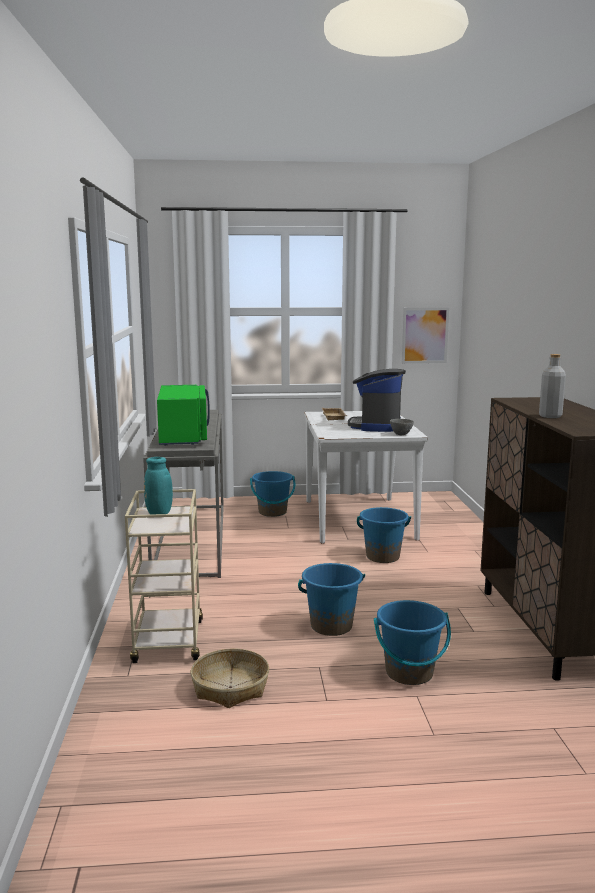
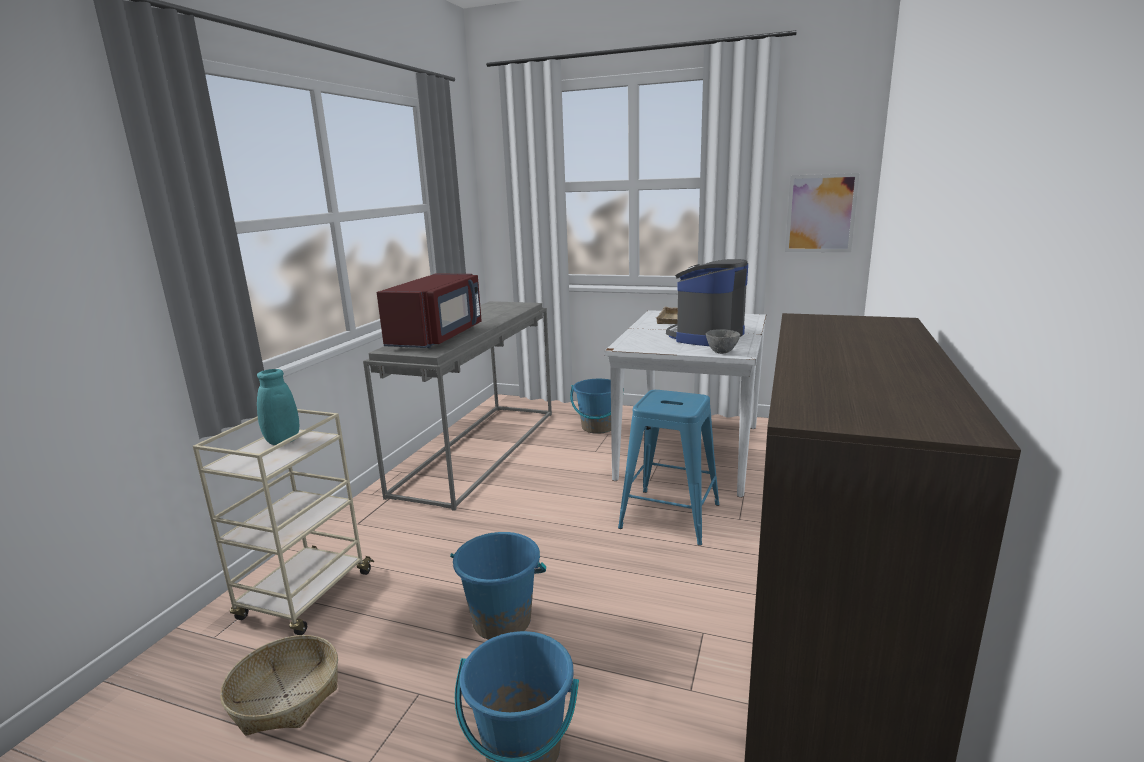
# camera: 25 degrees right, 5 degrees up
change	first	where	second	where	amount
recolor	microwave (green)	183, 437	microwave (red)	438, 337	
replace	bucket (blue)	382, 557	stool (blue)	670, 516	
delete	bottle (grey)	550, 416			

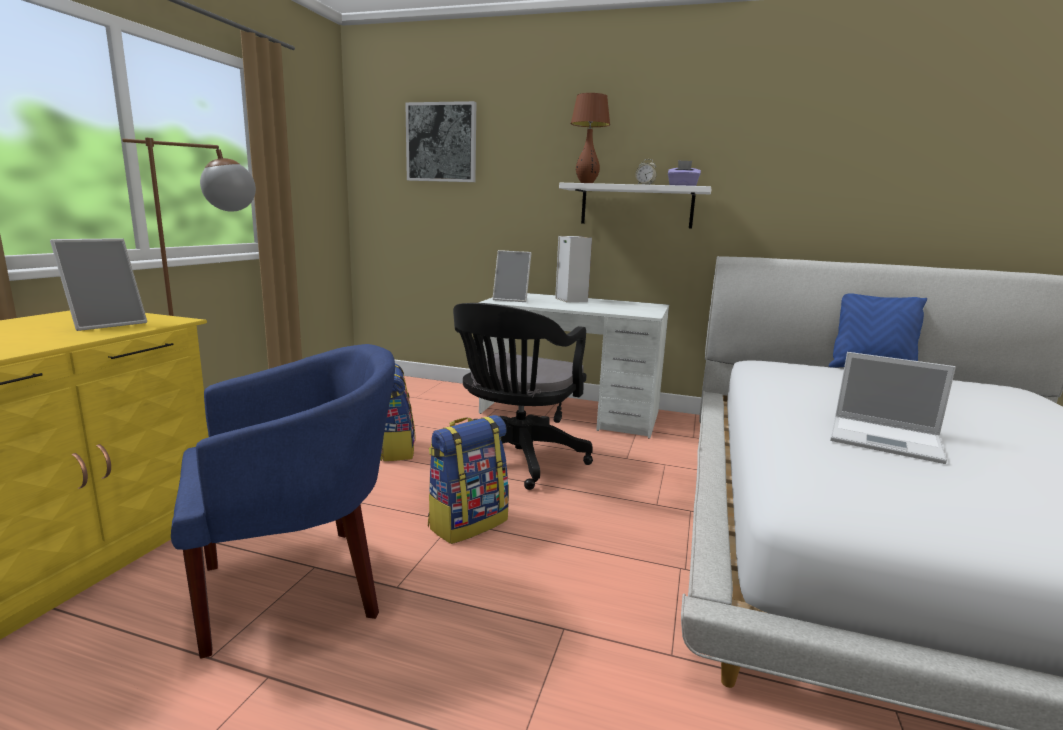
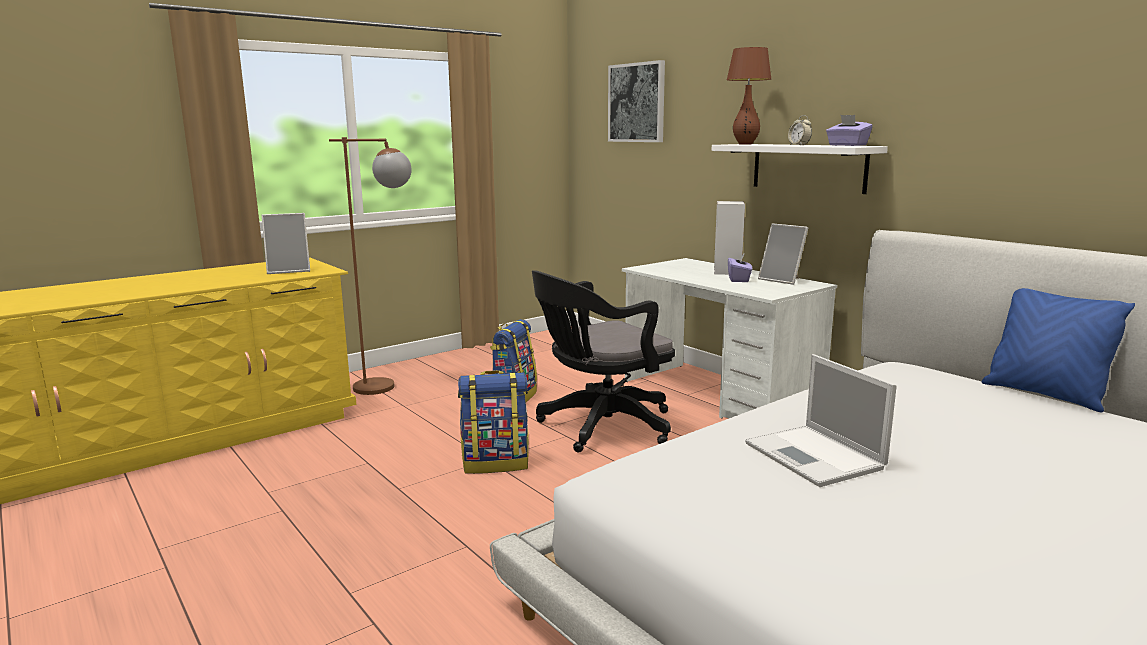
# camera: 35 degrees right, 0 degrees up
change	first	where	second	where	amount
delete	armchair (blue)	298, 585			
move	picture frame	512, 299		782, 280	
insert			tissue box (purple)	739, 279	

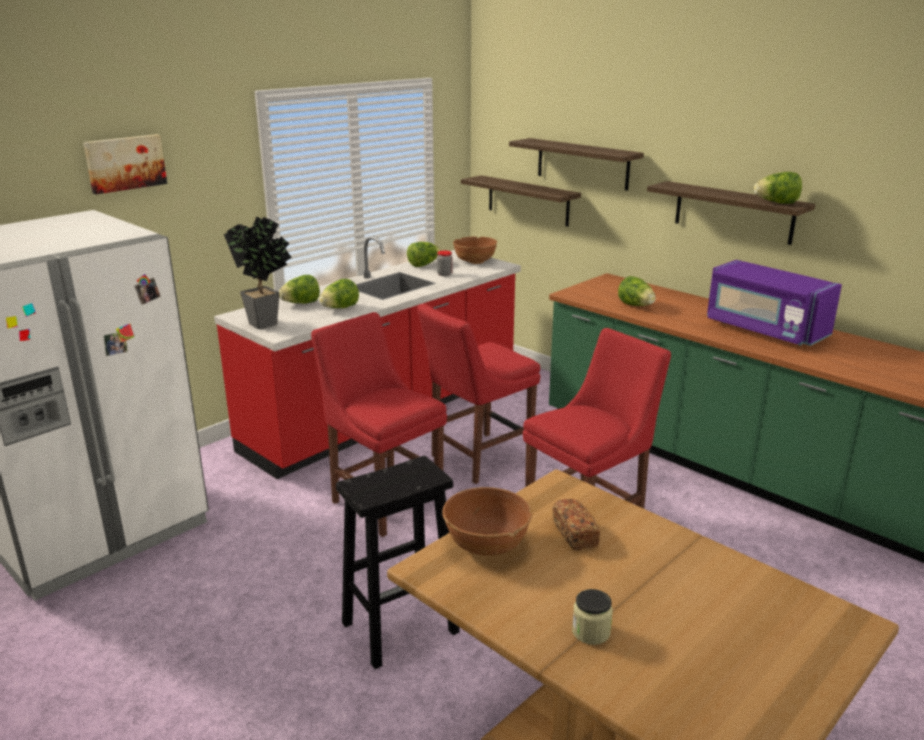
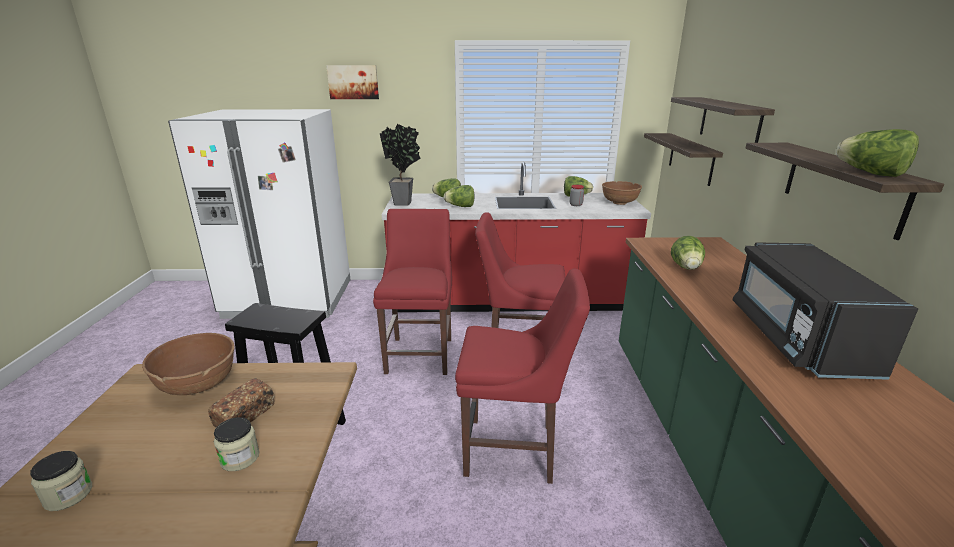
# camera: 45 degrees right, 0 degrees up
change	first	where	second	where	amount
recolor	microwave (purple)	764, 329	microwave (black)	797, 338	
insert			jar	240, 458	

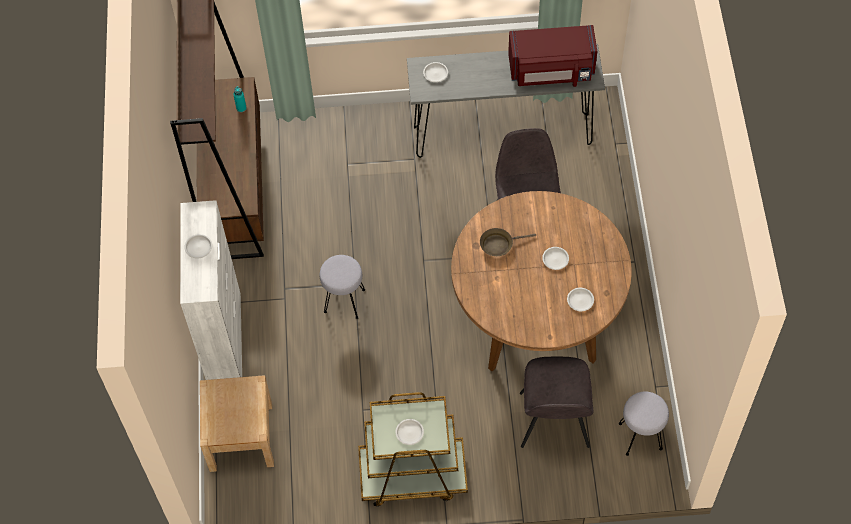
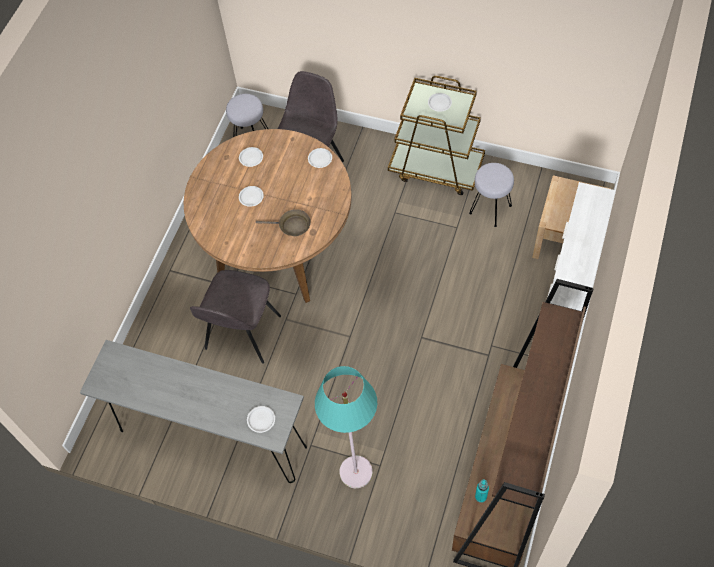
# camera: 155 degrees left, 0 degrees up
change	first	where	second	where	amount
move	plate (white)	199, 247		320, 159	
move	stool (grey)	344, 301		490, 209	
delete	microwave (red)	551, 71			
insert			floor lamp (turquoise)	355, 472	

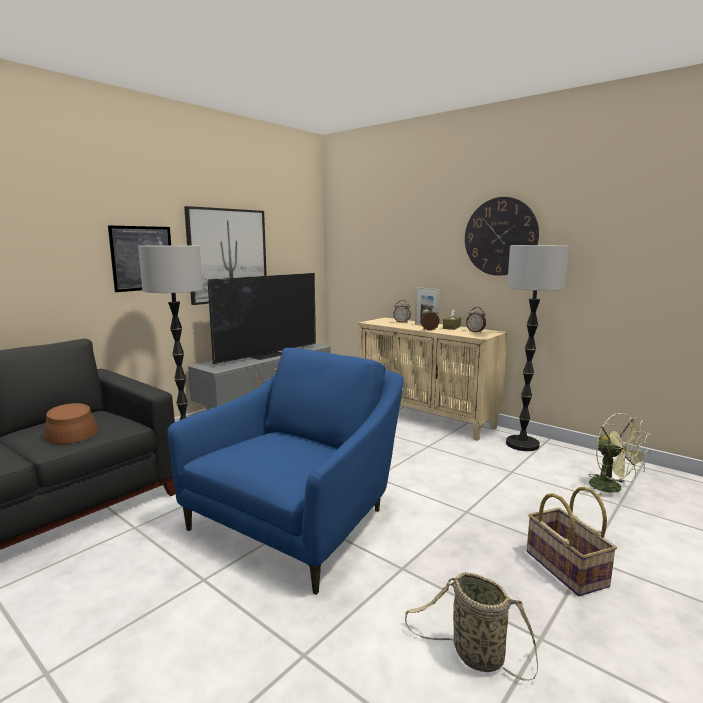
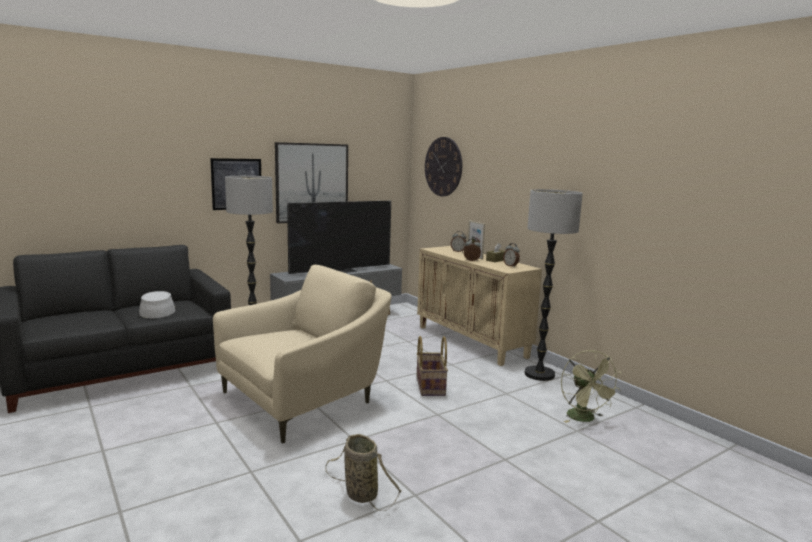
# camera: 15 degrees right, 0 degrees up
change	first	where	second	where	amount
recolor	hat (brown)	70, 431	hat (grey)	157, 310	
recolor	armchair (blue)	299, 520	armchair (beige)	304, 399	
move	wall clock	500, 236		443, 166	
move	basket	564, 568		429, 386	

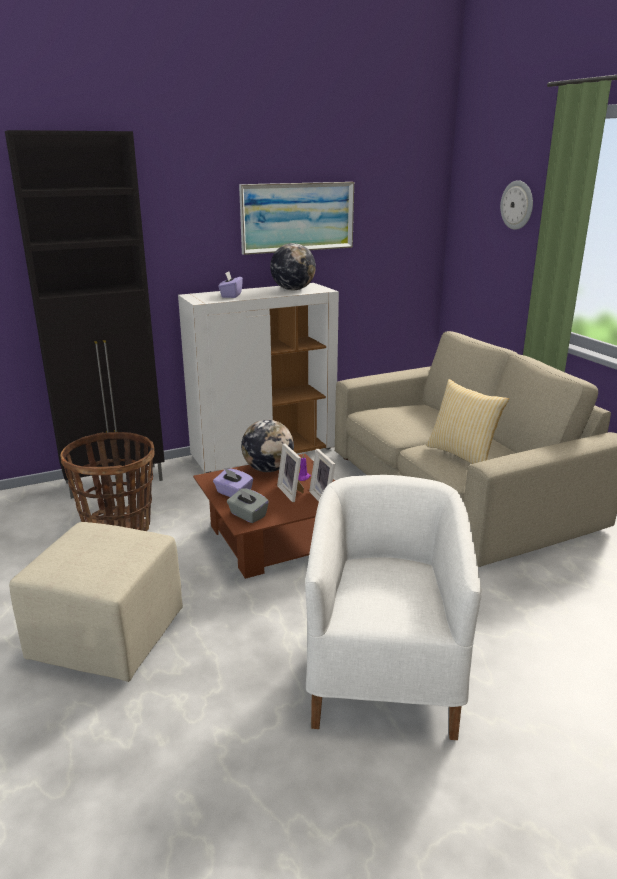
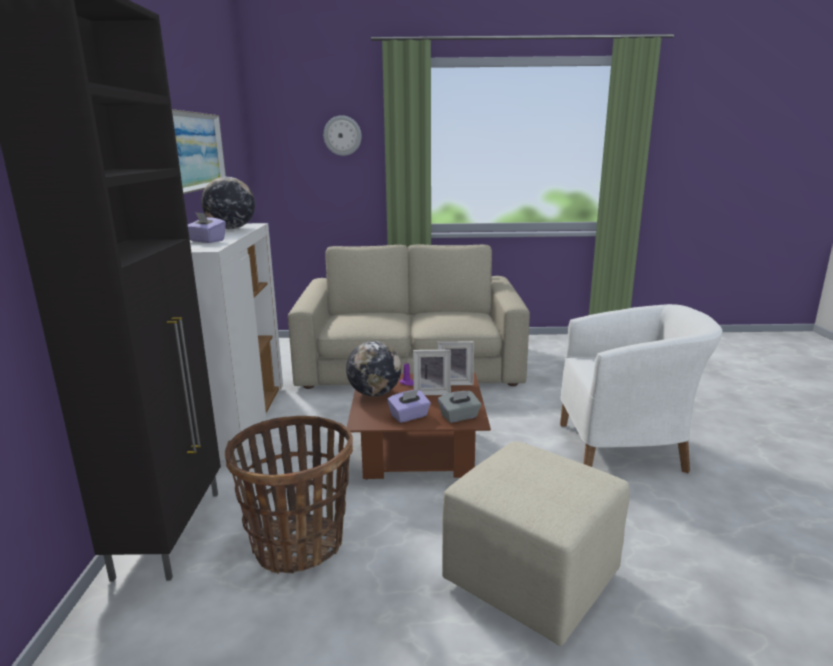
# camera: 65 degrees left, 5 degrees down
change	first	where	second	where	amount
rotate	armchair (white)	384, 675		626, 447	150 degrees clockwise
delete	pillow	463, 455			

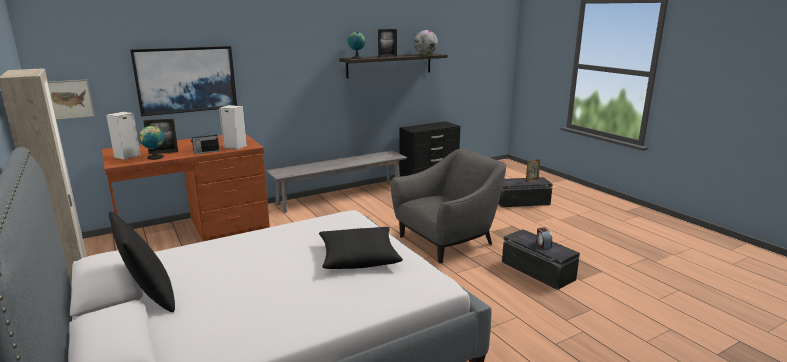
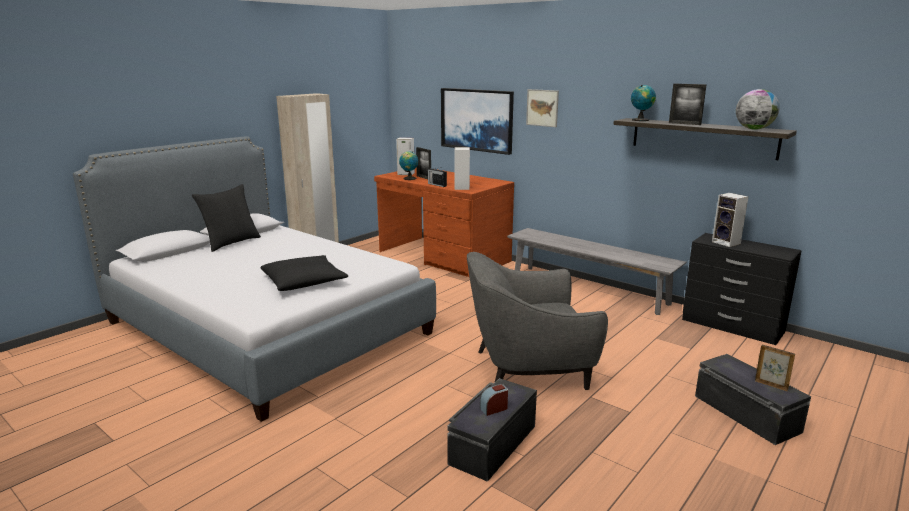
# camera: 70 degrees right, 0 degrees up
change	first	where	second	where	amount
move	picture	69, 99		542, 108	
rotate	armchair (grey)	447, 240		528, 368	135 degrees clockwise
insert			speaker	727, 243	

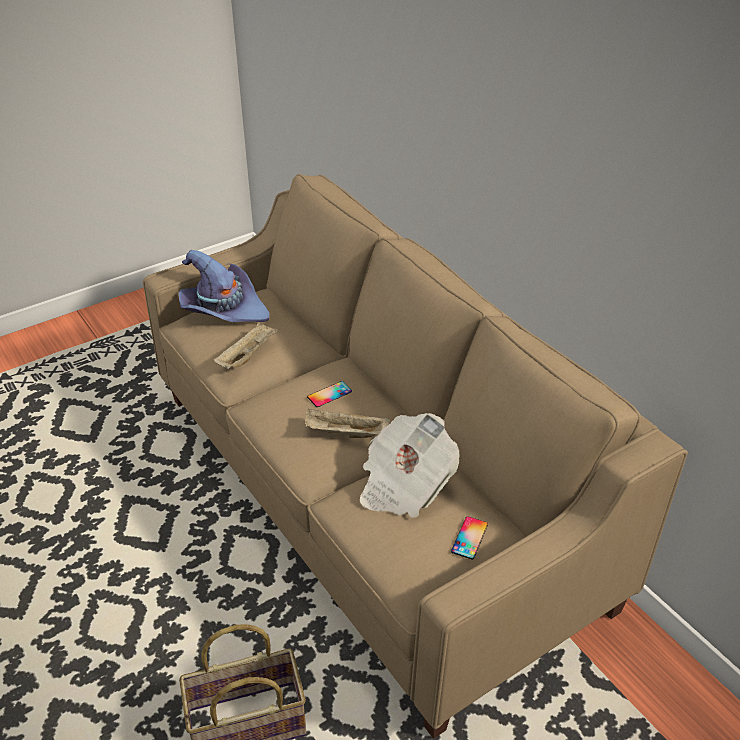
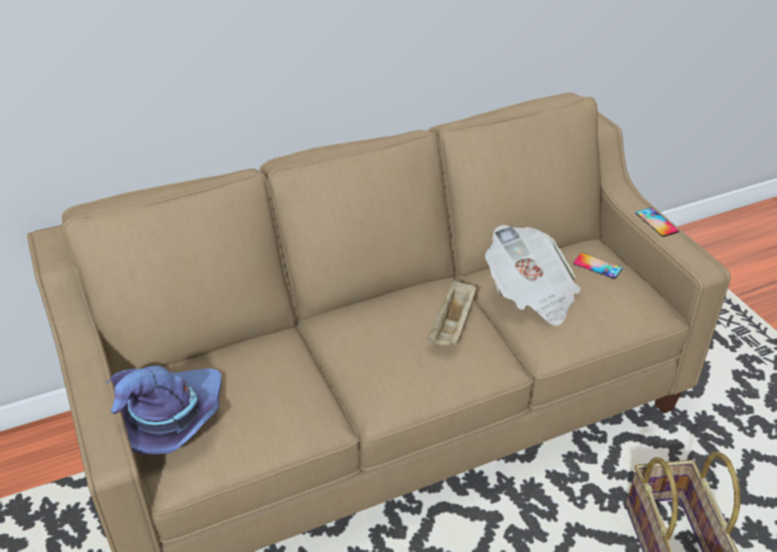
# camera: 80 degrees left, 0 degrees up
change	first	where	second	where	amount
delete	tray (beige)	247, 355			
move	phone	329, 394		656, 222	

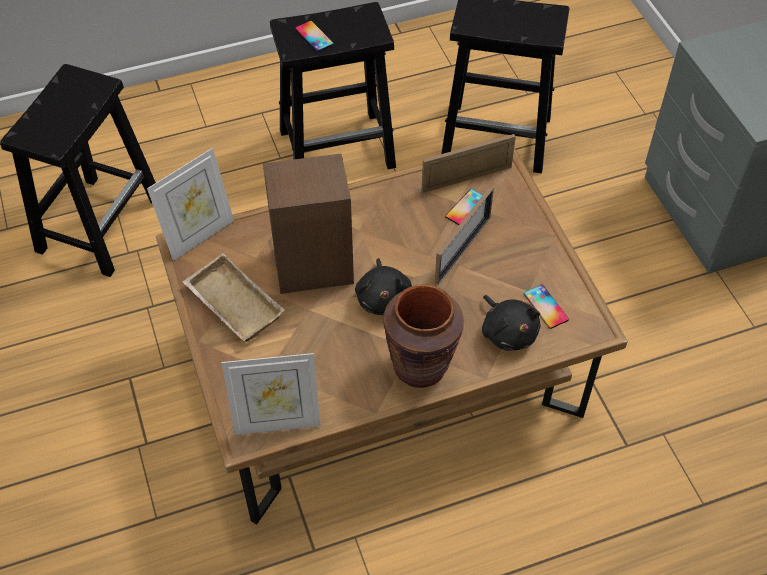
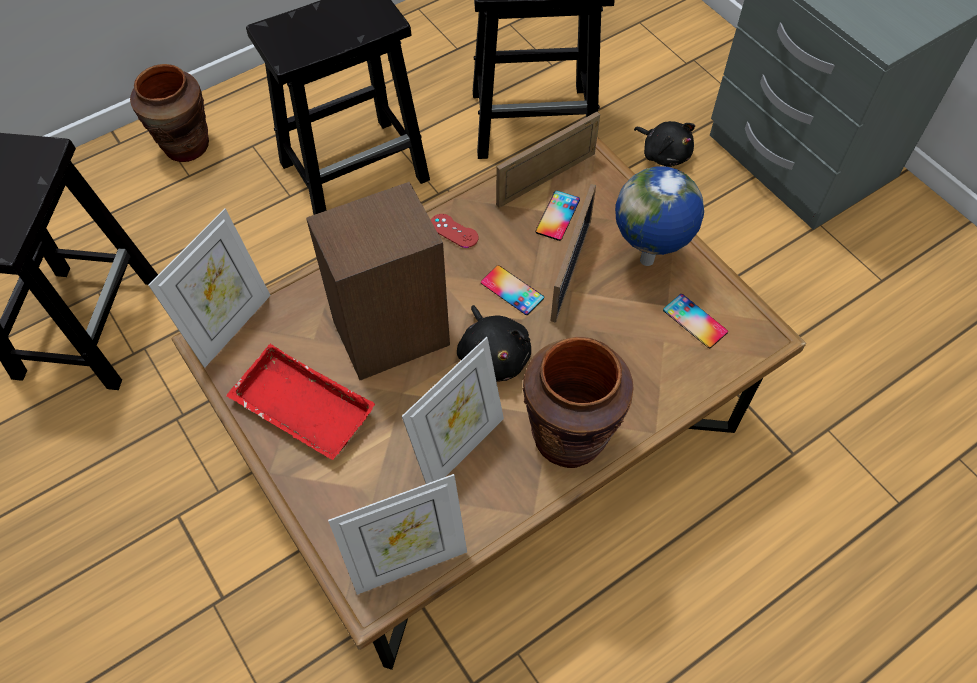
# camera: 15 degrees left, 5 degrees up
change	first	where	second	where	amount
recolor	tray (beige)	231, 304	tray (red)	299, 410	
move	phone	314, 36		512, 290	
move	plush toy (black)	508, 332		664, 153	
insert			vase (brown)	186, 146	
insert			picture frame	458, 447	
insert			game controller (red)	454, 231	
insert			globe	648, 262	

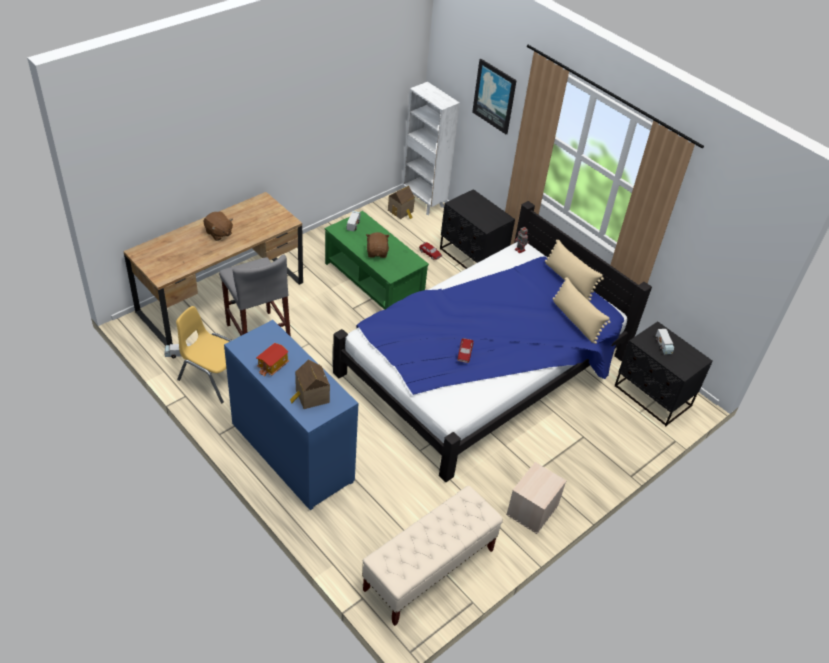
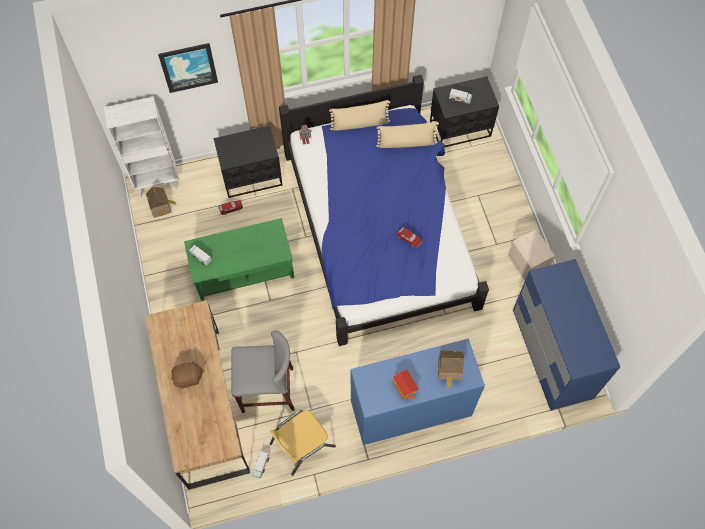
# camera: 60 degrees left, 20 degrees up
change	first	where	second	where	amount
replace	bench (beige)	429, 570	dresser (blue)	552, 354	
delete	plush toy (brown)	377, 252			

